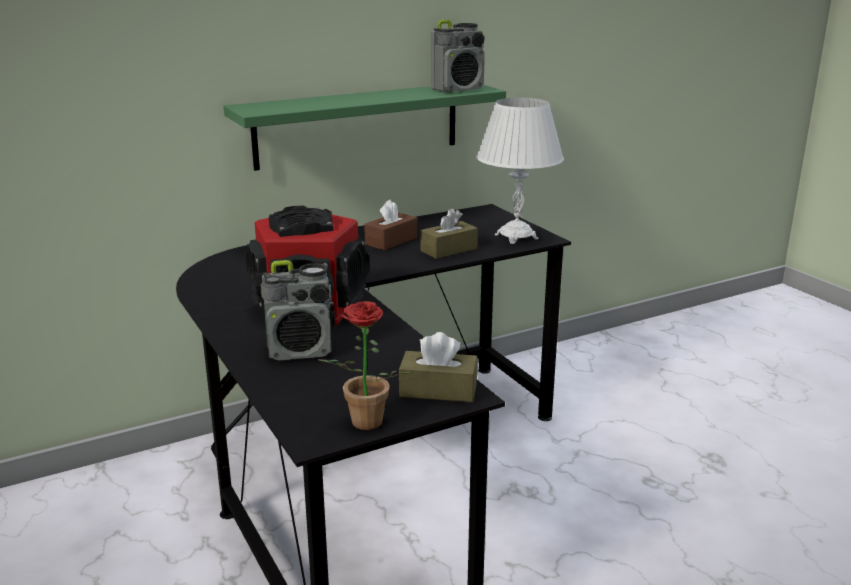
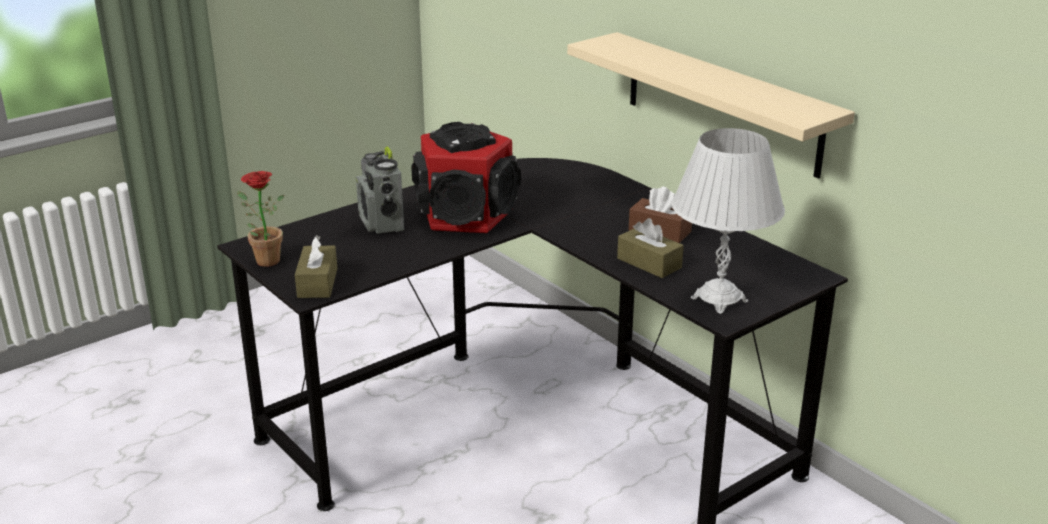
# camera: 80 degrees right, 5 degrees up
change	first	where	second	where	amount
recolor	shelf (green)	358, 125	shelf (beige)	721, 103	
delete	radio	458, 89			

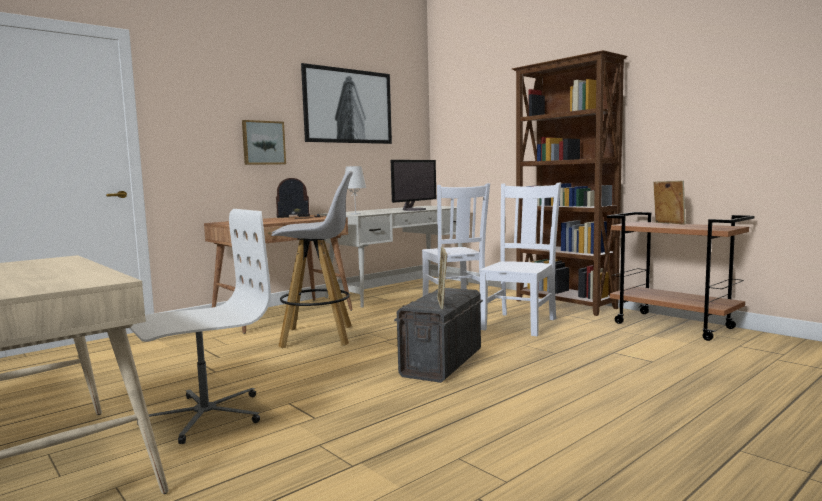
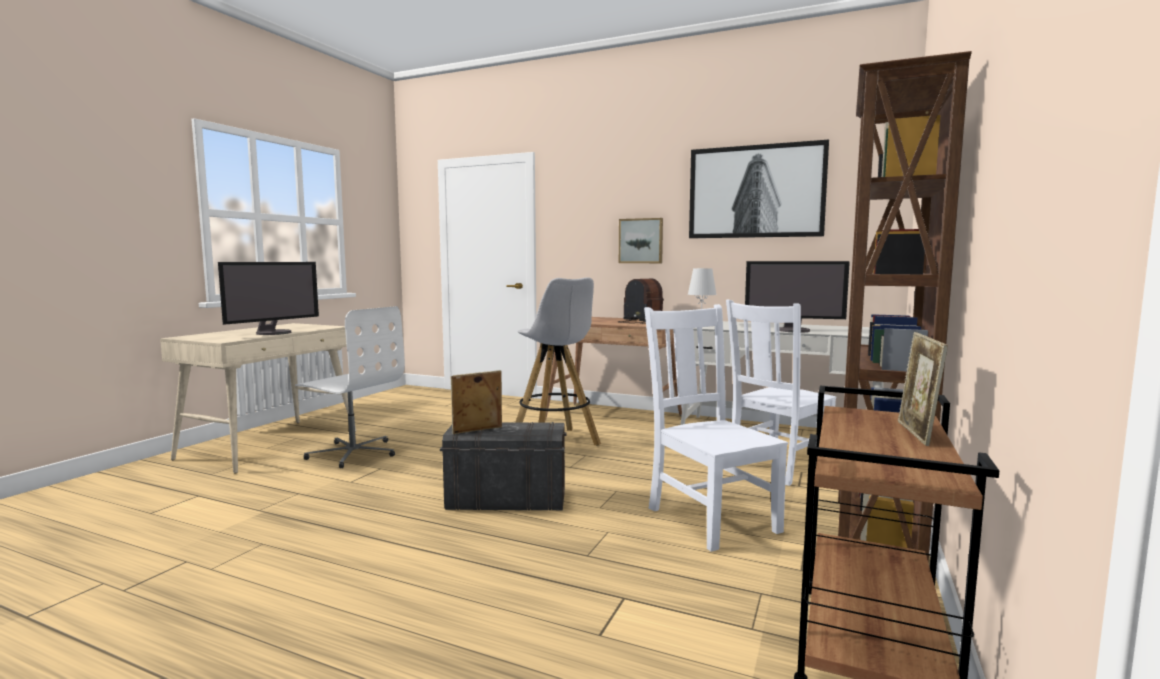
# camera: 65 degrees right, 0 degrees up
change	first	where	second	where	amount
rotate	chair (white)	520, 323		710, 518	120 degrees counterclockwise
rotate	picture frame	668, 223		917, 434	150 degrees clockwise
insert			monitor	273, 333	

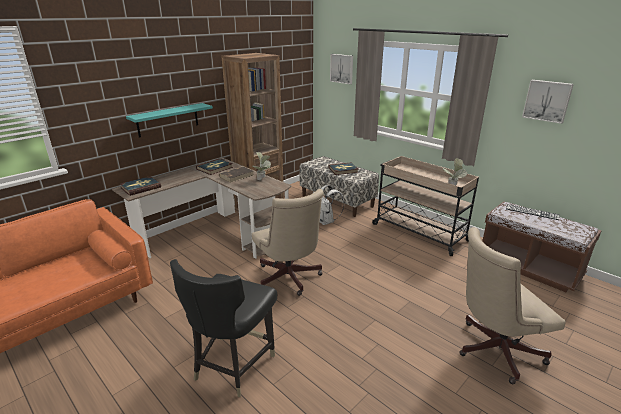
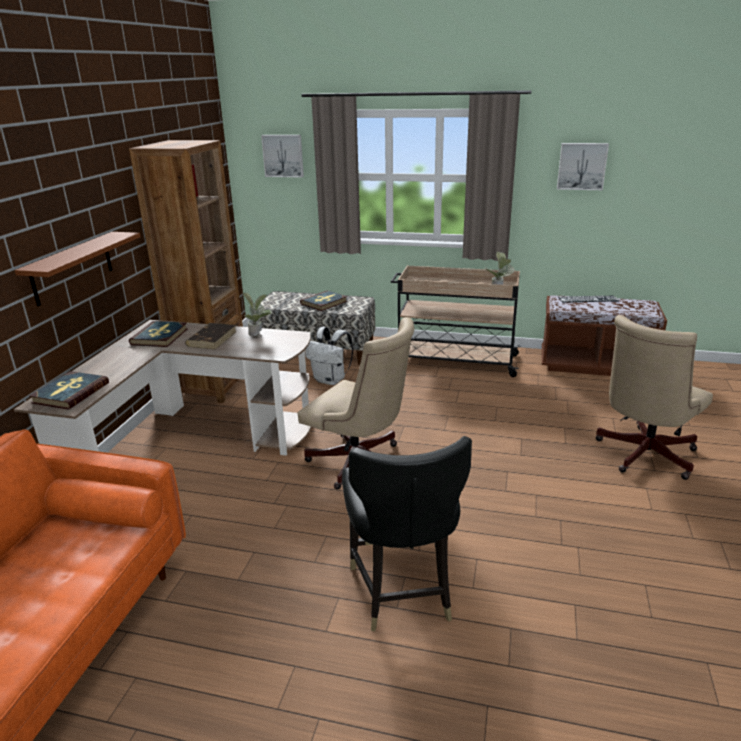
# camera: 30 degrees left, 0 degrees up
change	first	where	second	where	amount
recolor	shelf (turquoise)	168, 120	shelf (brown)	72, 268	

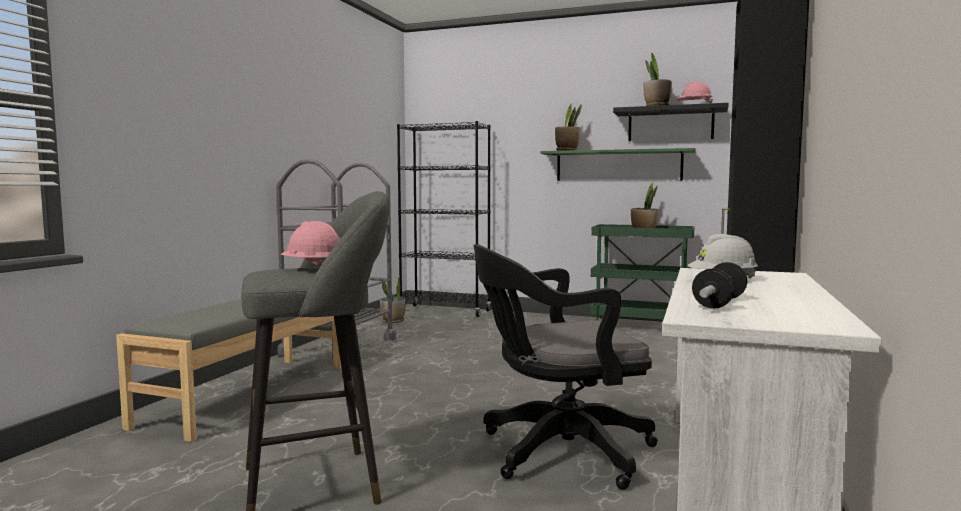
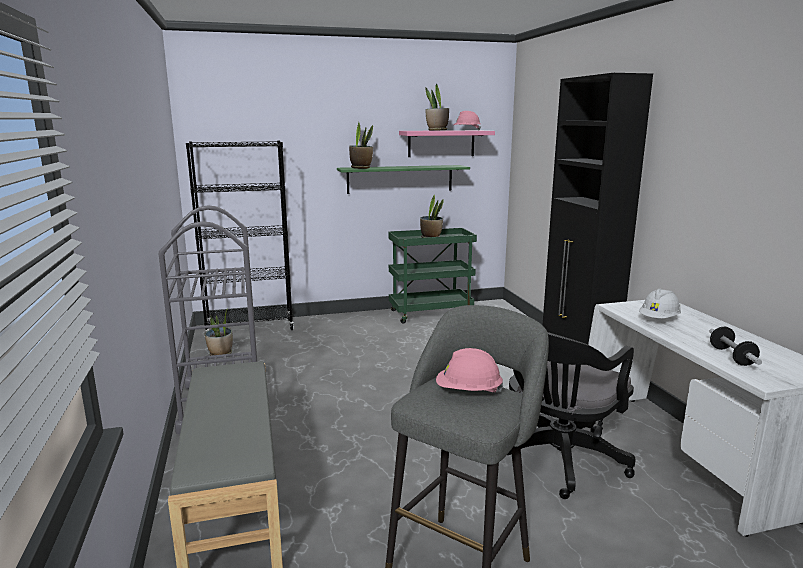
# camera: 35 degrees left, 10 degrees up
change	first	where	second	where	amount
recolor	shelf (black)	670, 124	shelf (pink)	441, 143	

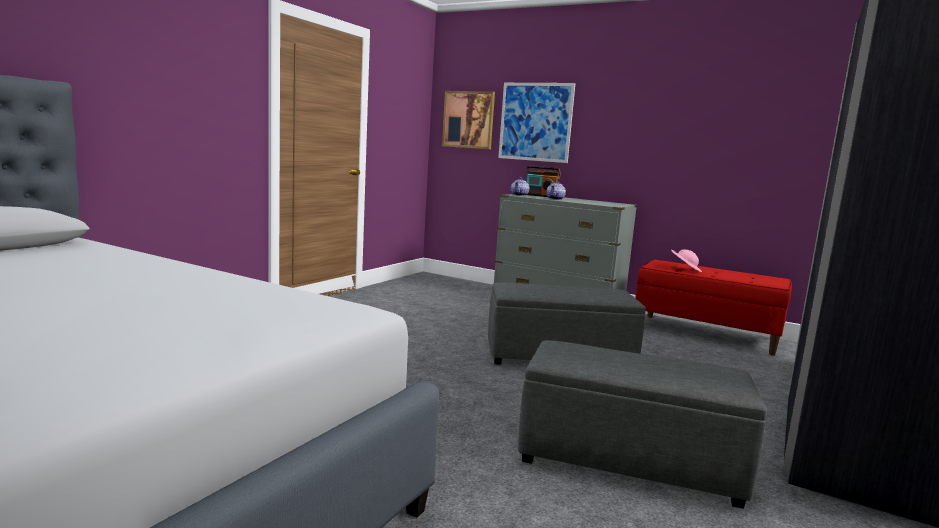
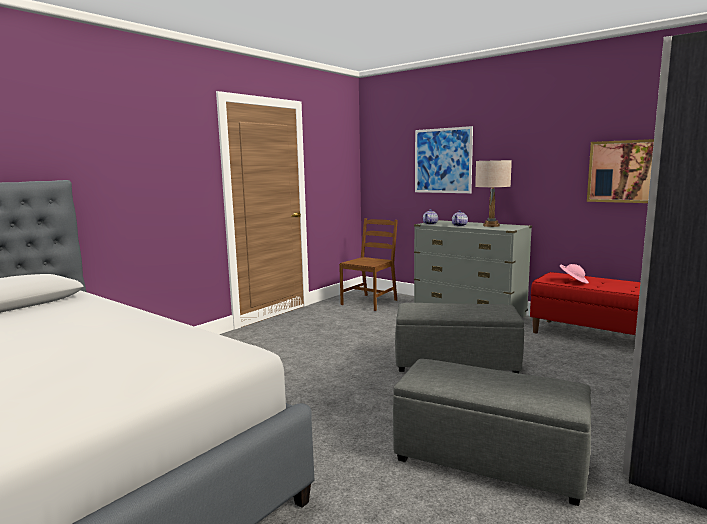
# camera: 10 degrees right, 0 degrees up
change	first	where	second	where	amount
move	picture	468, 119		622, 171	
delete	radio	541, 196			
insert			chair (brown)	370, 302	
insert			table lamp (beige)	491, 225	

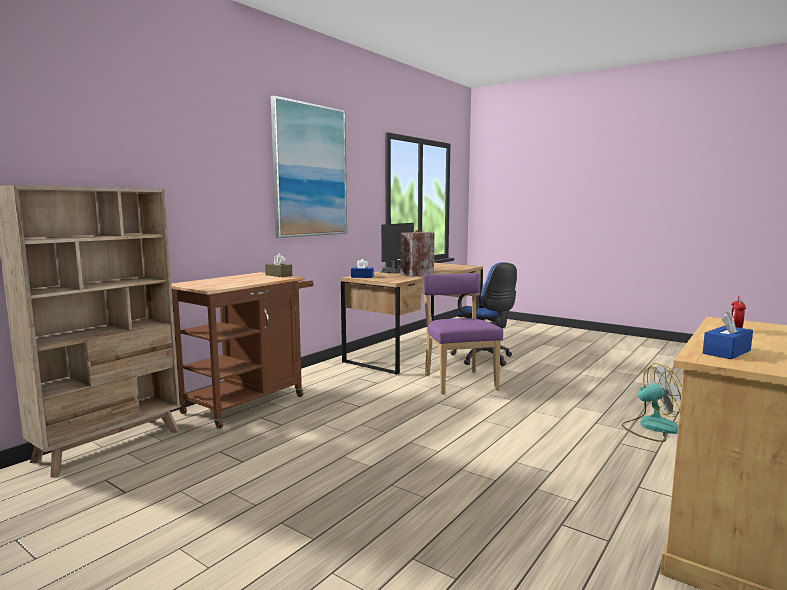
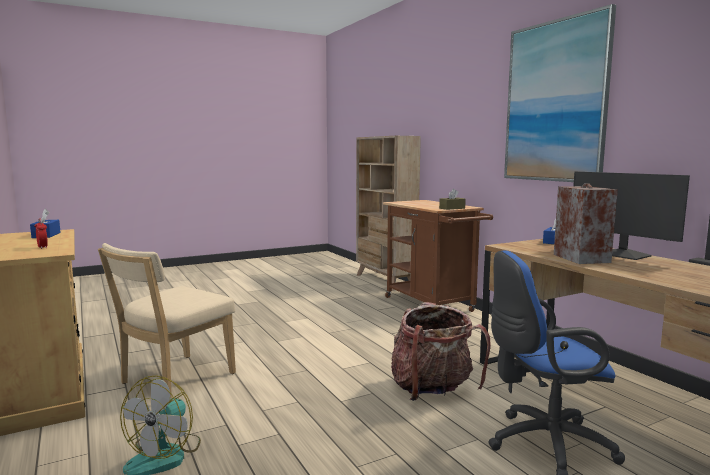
# camera: 115 degrees right, 0 degrees up
change	first	where	second	where	amount
replace	chair (purple)	458, 381	backpack	432, 390	
insert			chair (beige)	174, 380	

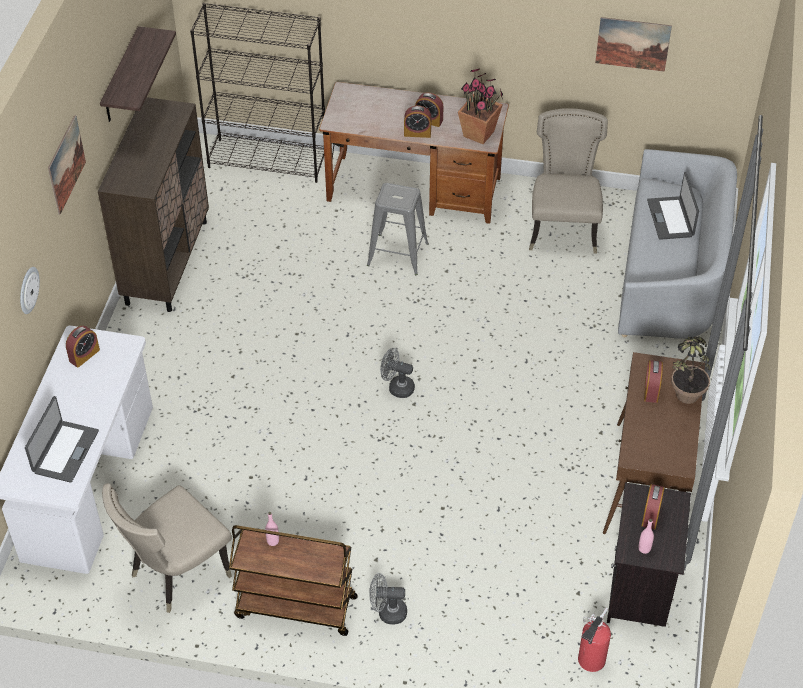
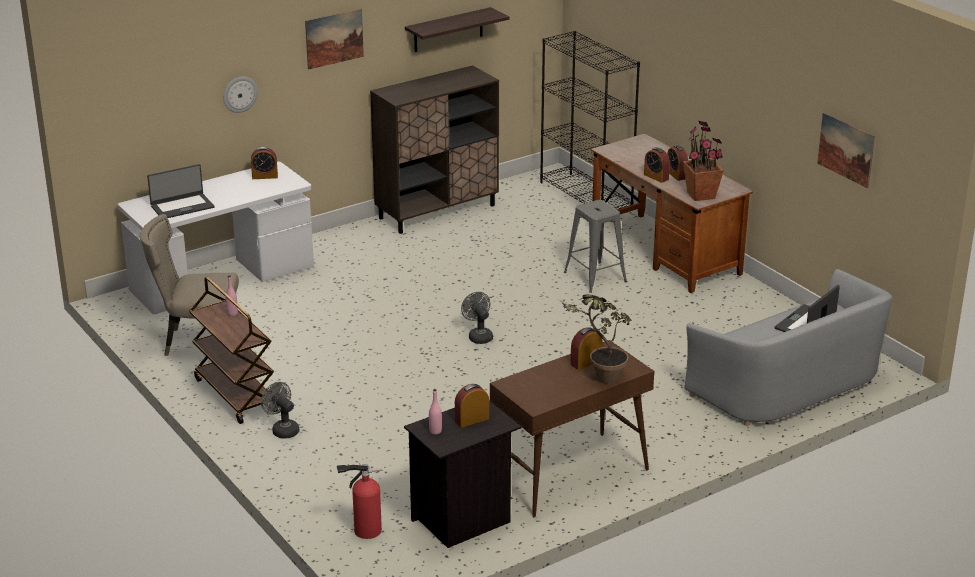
# camera: 45 degrees right, 20 degrees down
change	first	where	second	where	amount
delete	chair (beige)	563, 229			

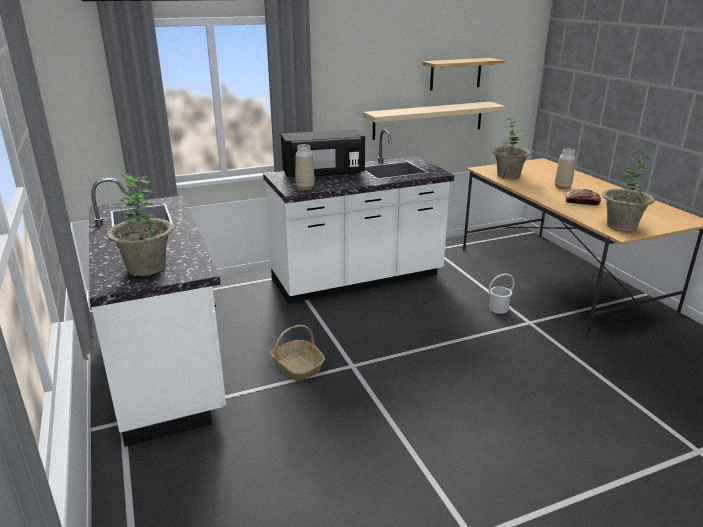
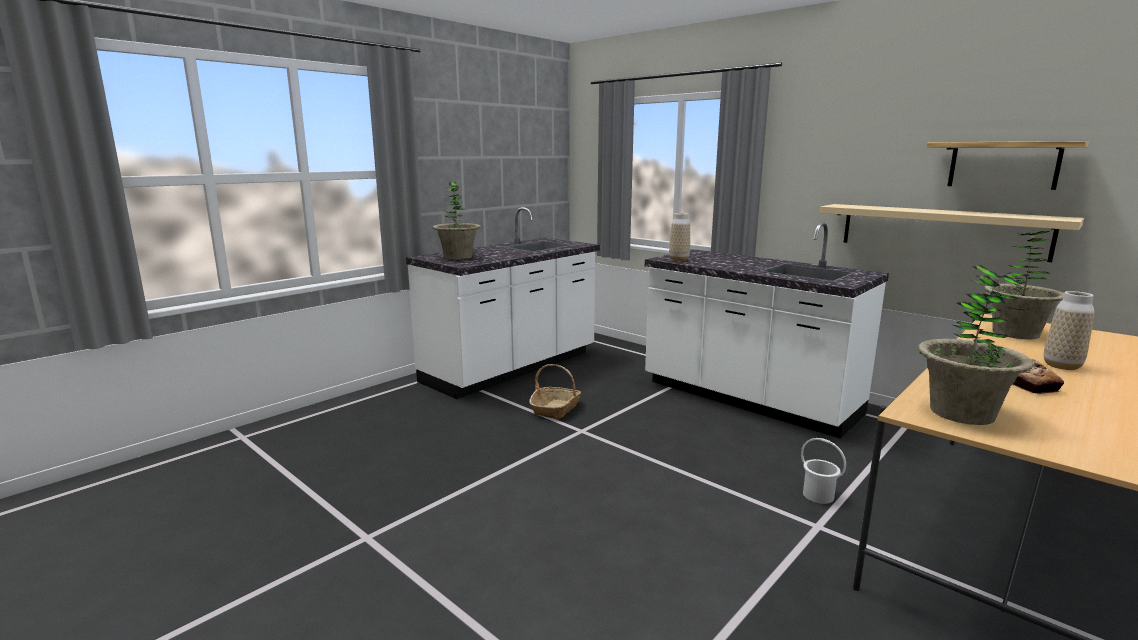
# camera: 65 degrees right, 10 degrees down
change	first	where	second	where	amount
delete	microwave (black)	324, 174			

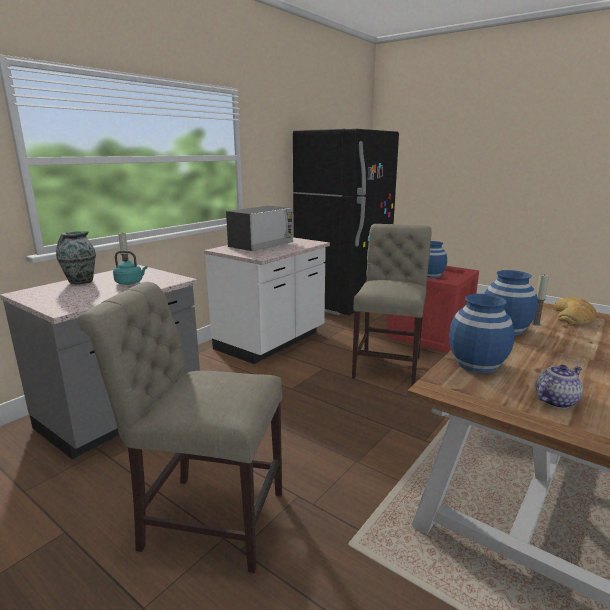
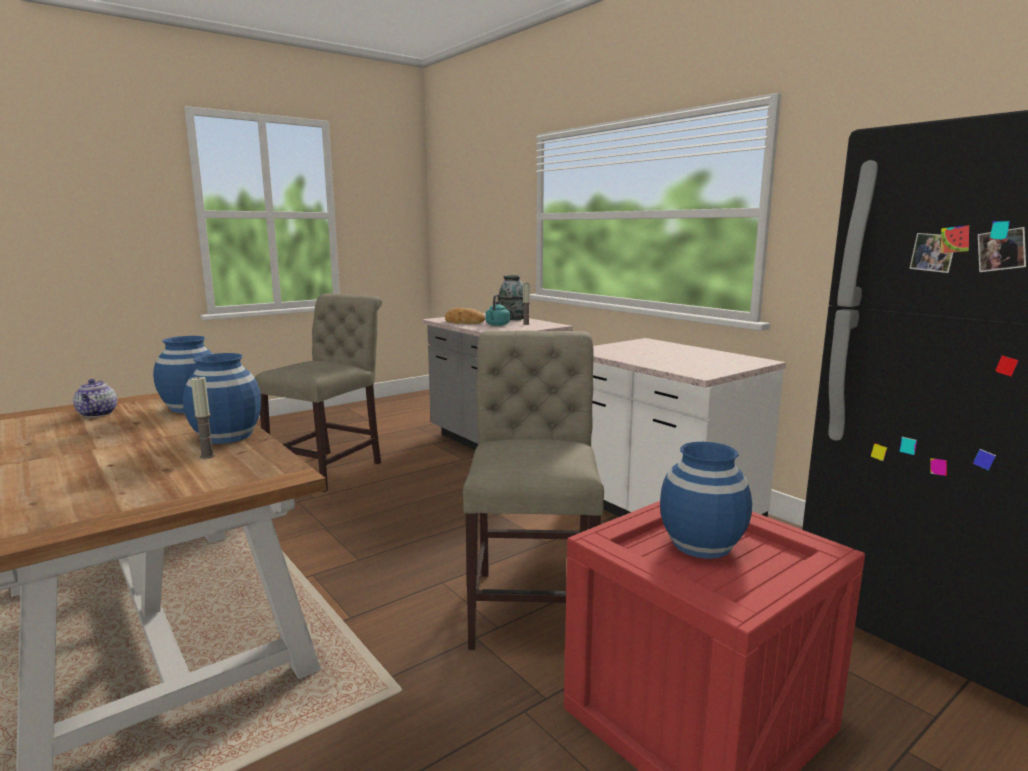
# camera: 105 degrees right, 5 degrees down
change	first	where	second	where	amount
delete	microwave	261, 245			
rotate	chair (beige)	388, 365		534, 603	120 degrees counterclockwise
move	bread	574, 316		463, 322	

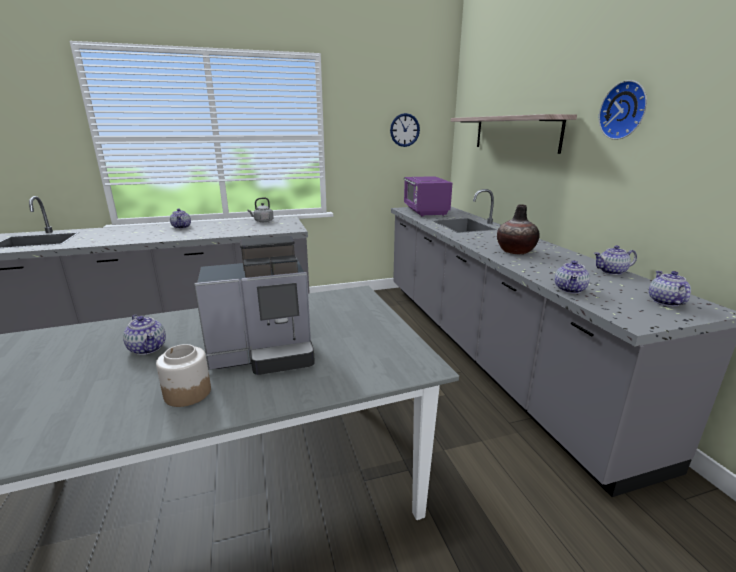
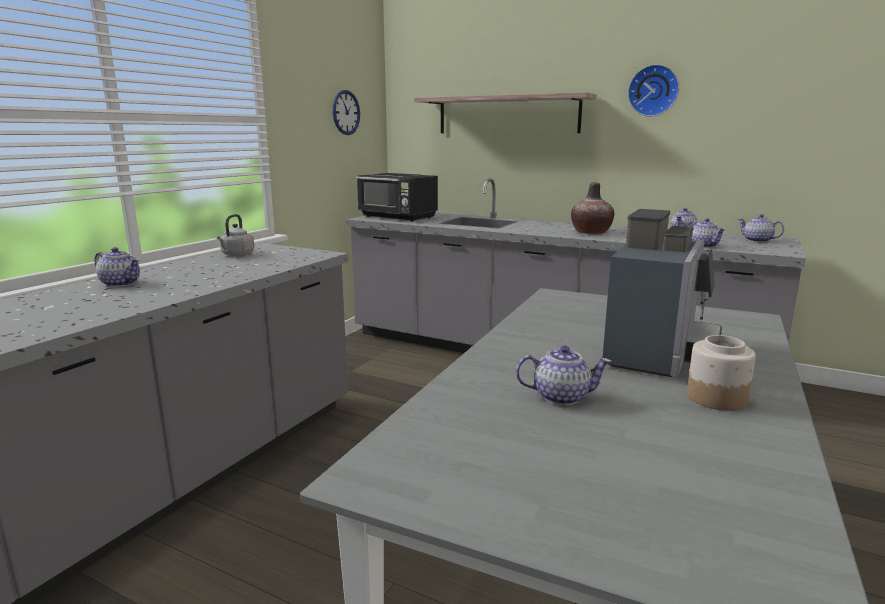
# camera: 45 degrees left, 5 degrees down
change	first	where	second	where	amount
recolor	microwave (purple)	425, 211	microwave (black)	398, 217	

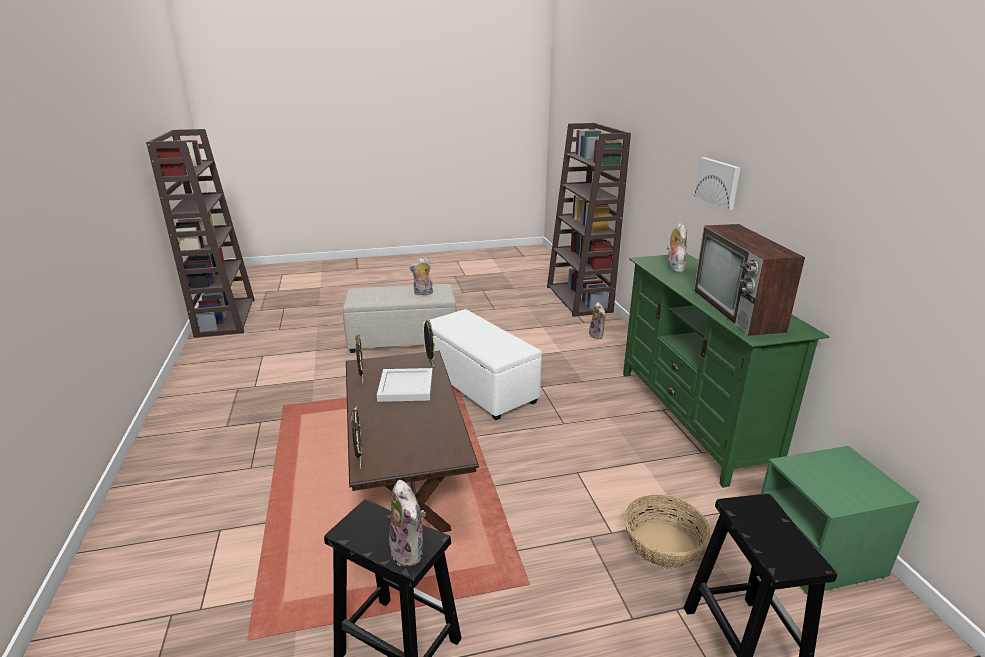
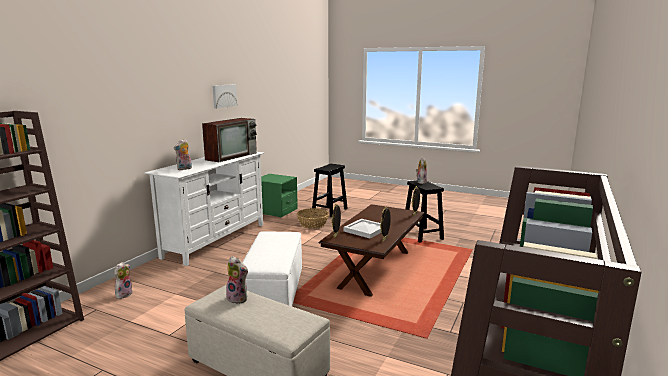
# camera: 140 degrees left, 10 degrees down
change	first	where	second	where	amount
recolor	tv stand (green)	692, 419	tv stand (white)	215, 240	
move	picture	718, 182		224, 96	

